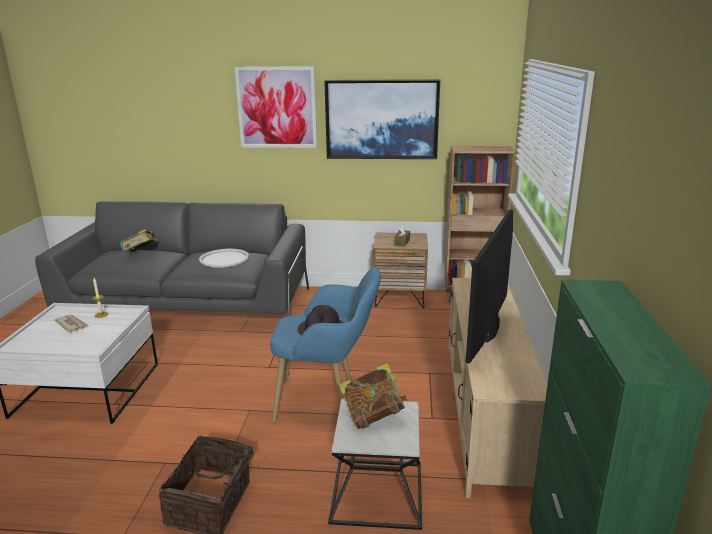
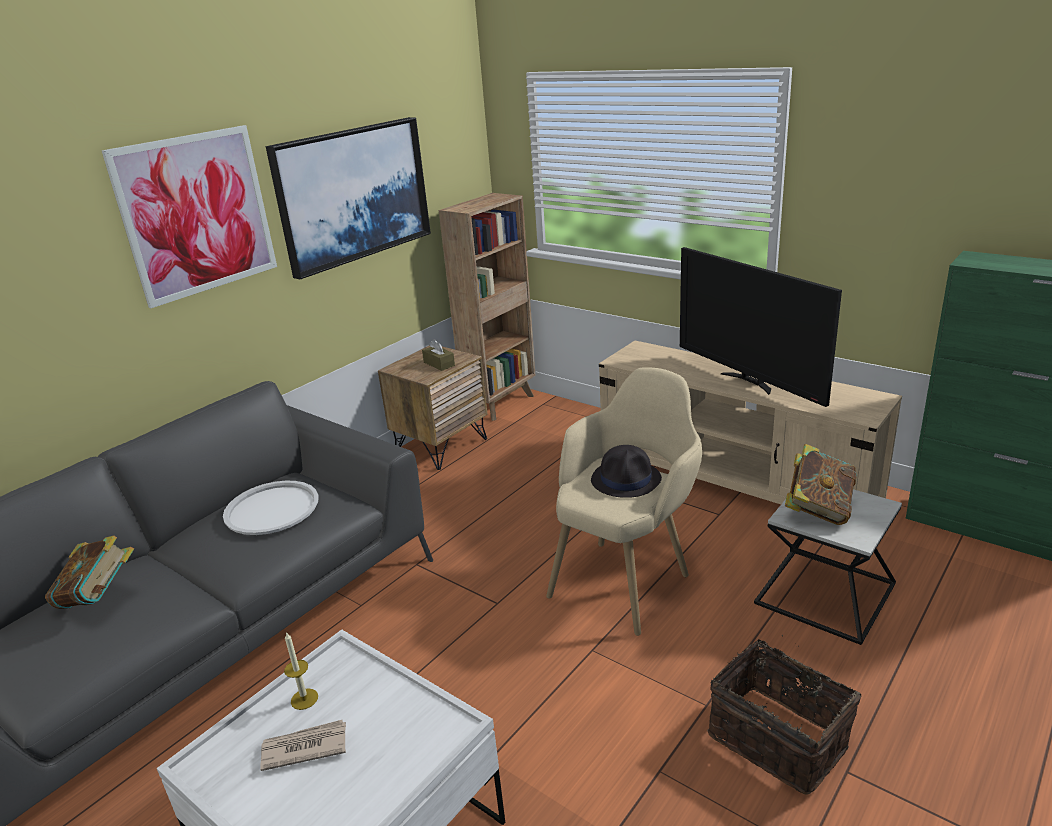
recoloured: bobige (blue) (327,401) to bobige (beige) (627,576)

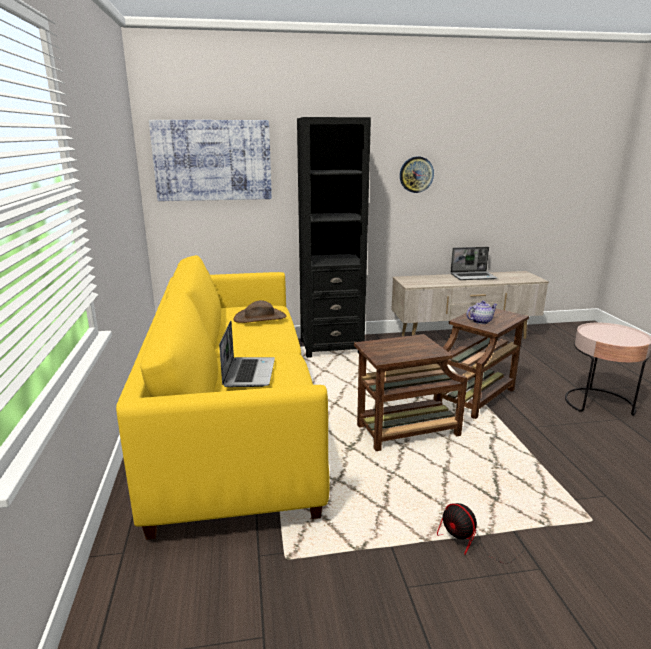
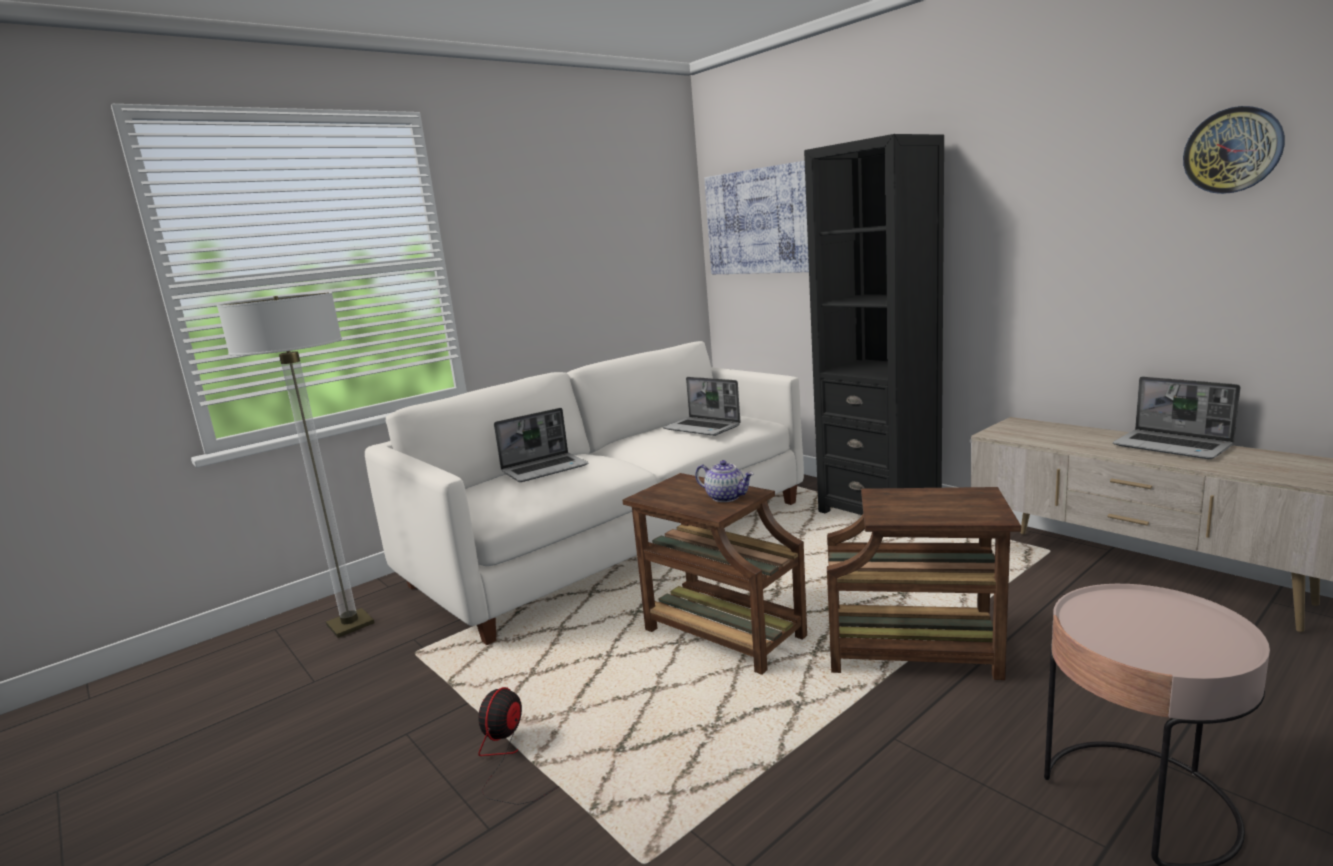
added: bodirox (350,625)
moved: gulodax (416,174) to (1232,150); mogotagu (480,321) to (726,497)
replaced: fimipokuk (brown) (260,318) to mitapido (703,428)
recoloured: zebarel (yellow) (234,423) to zebarel (white) (615,542)

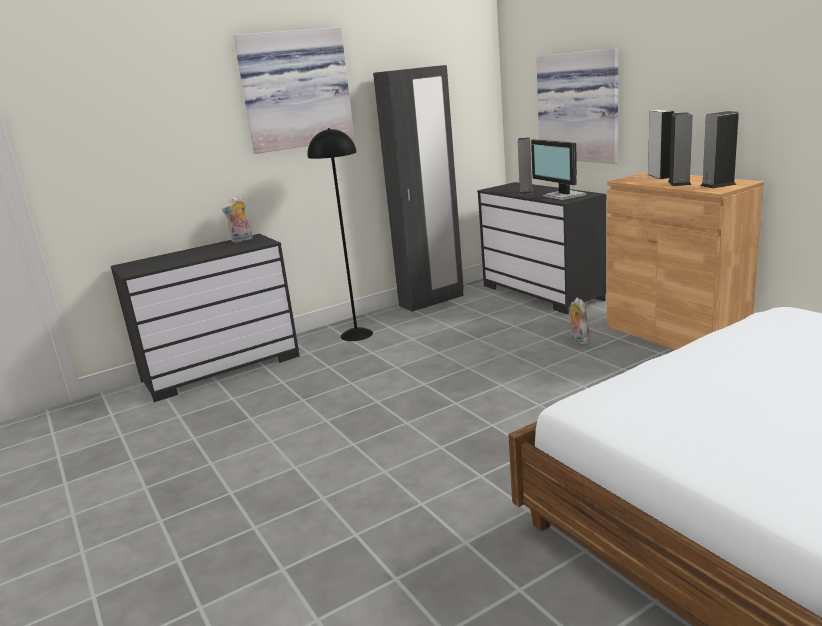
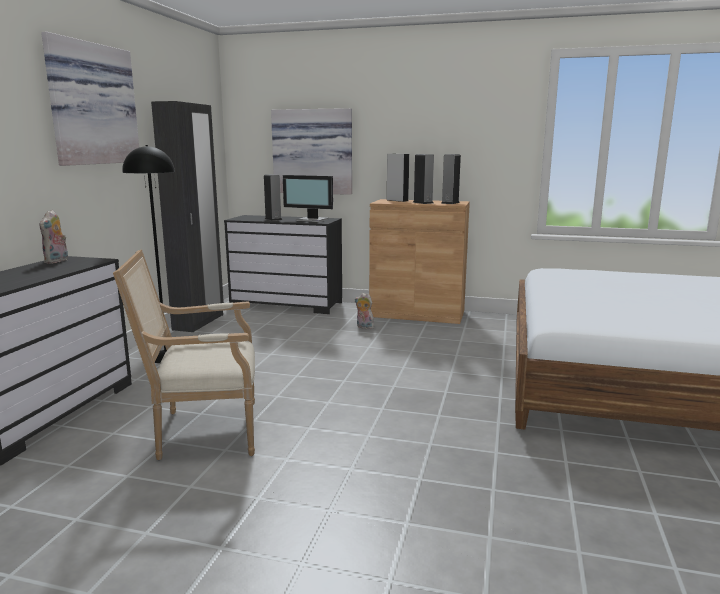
added: bobige (202,432)

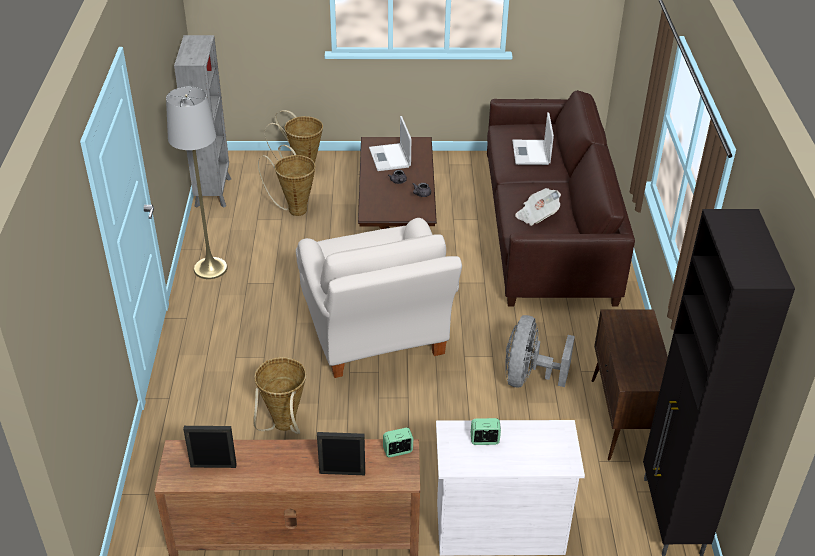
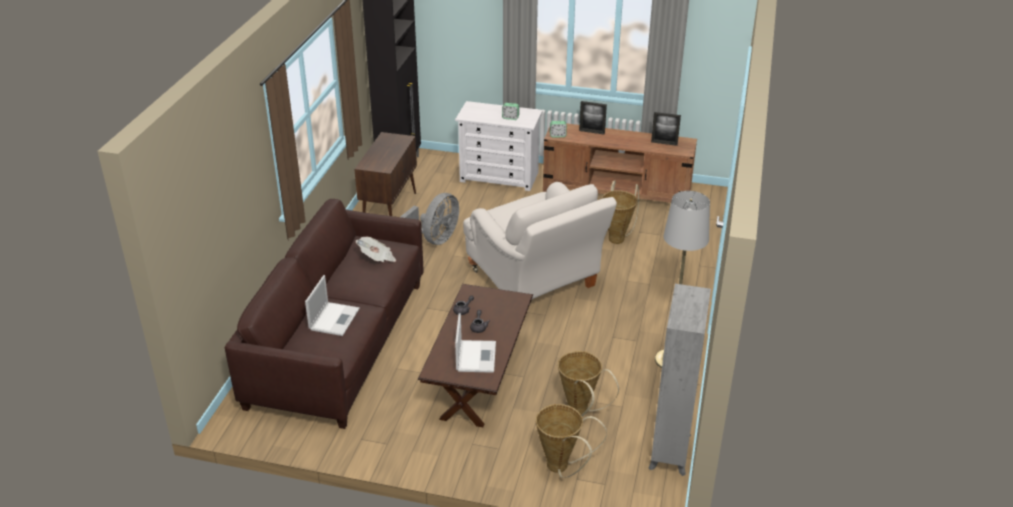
turned: bobige (white) (375,335) = (536,282) 150 degrees clockwise

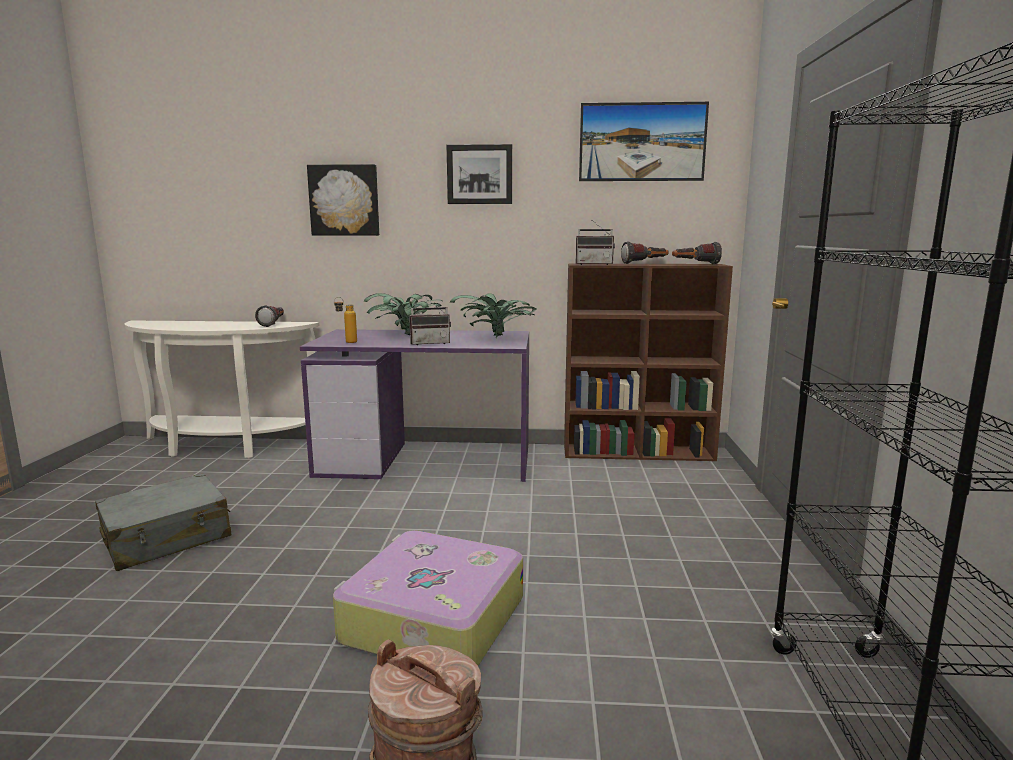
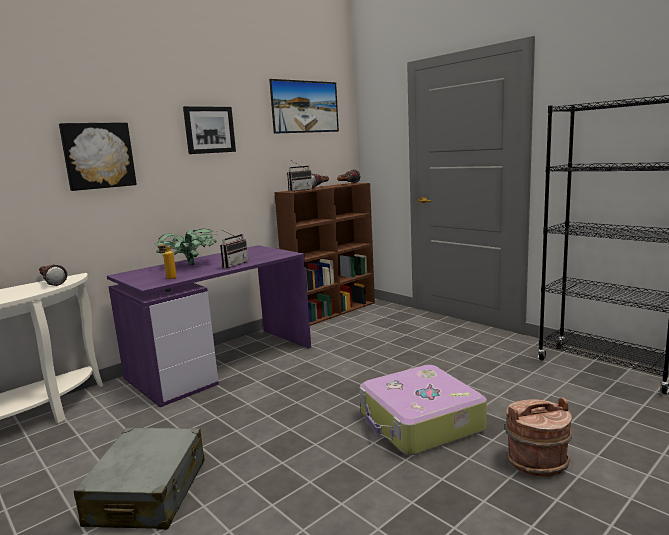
removed: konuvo (497,339)

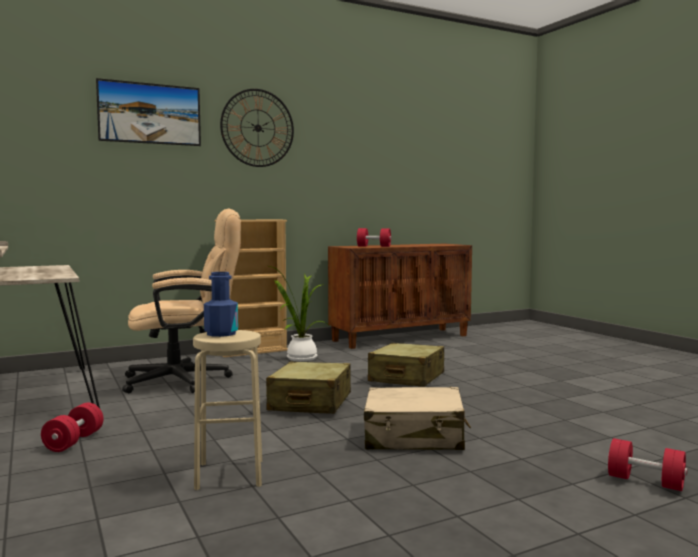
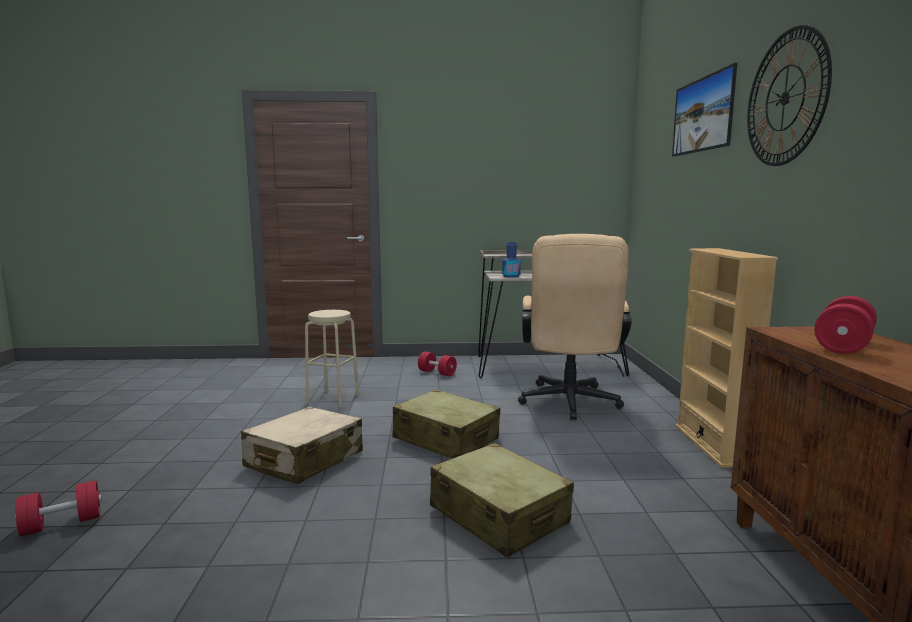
removed: konuvo (299,358)
moved: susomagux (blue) (221,333) to (511,276)

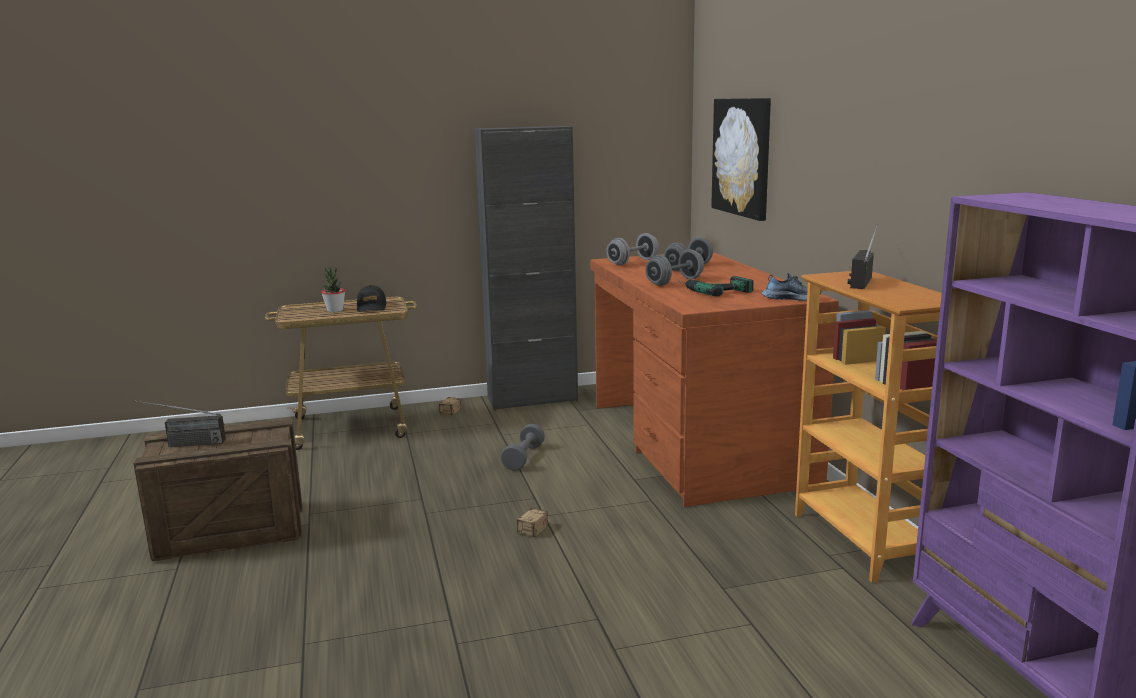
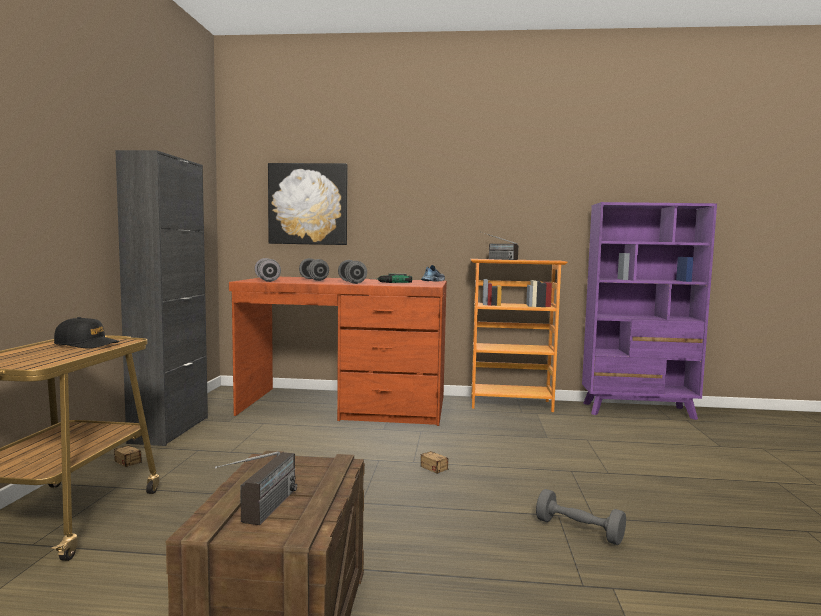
removed: konuvo (335,310)
moved: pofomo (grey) (523,458) to (579,530)

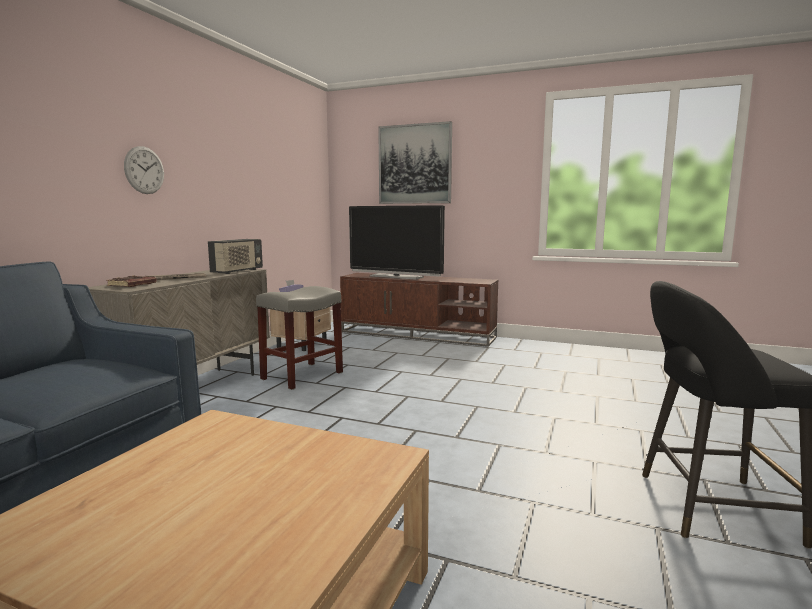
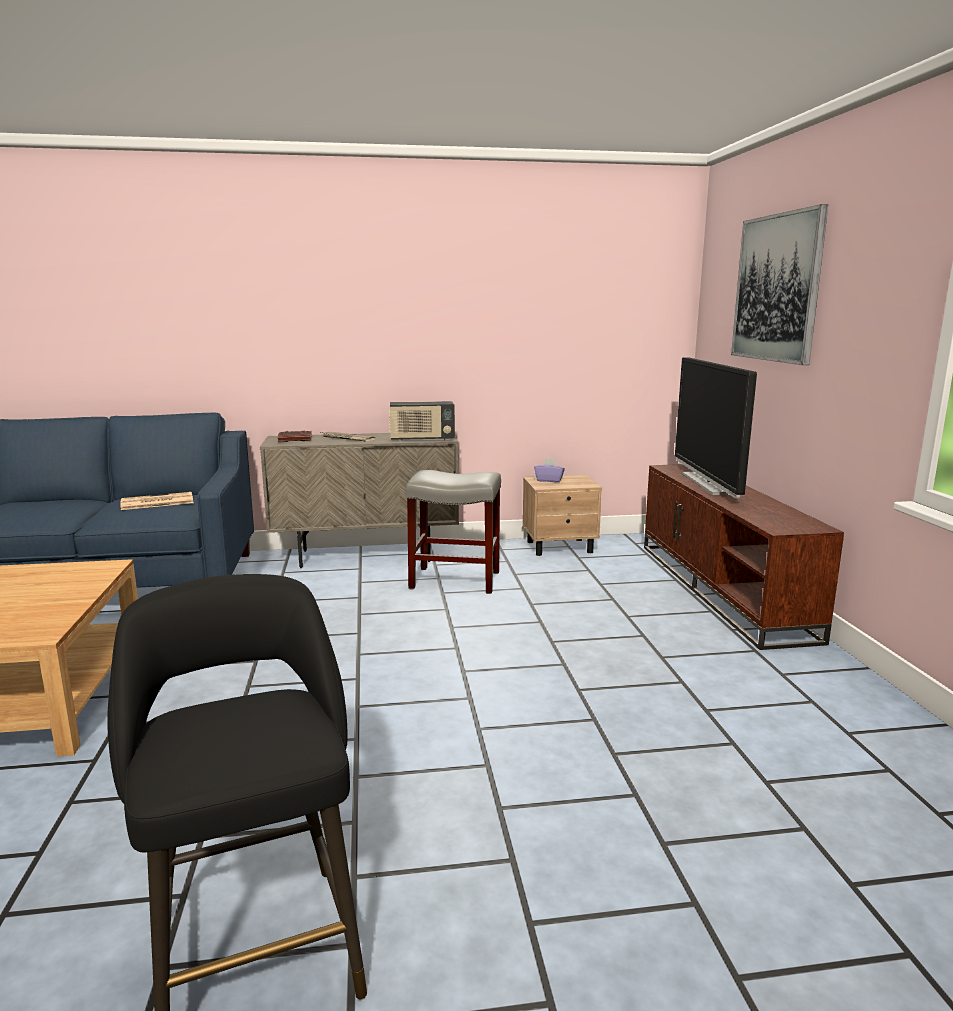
removed: gulodax (144,170)
added: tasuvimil (156,502)

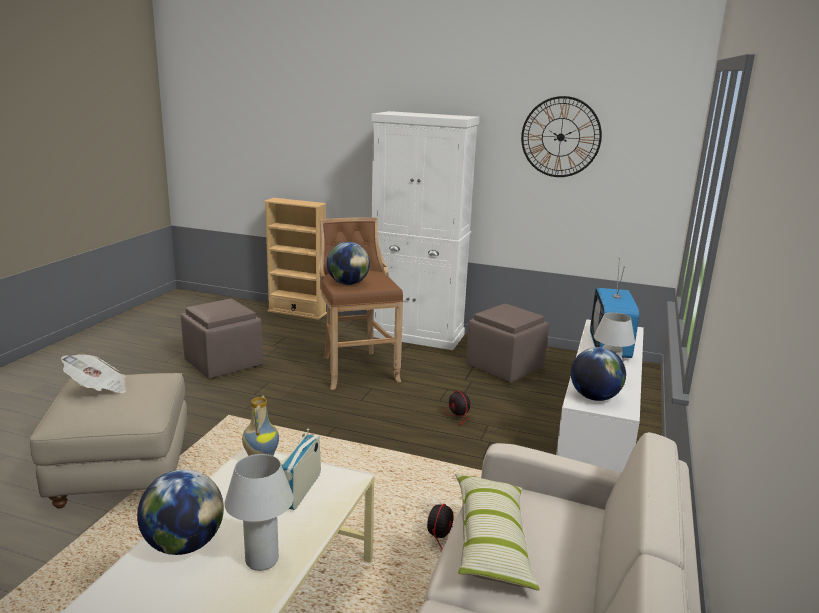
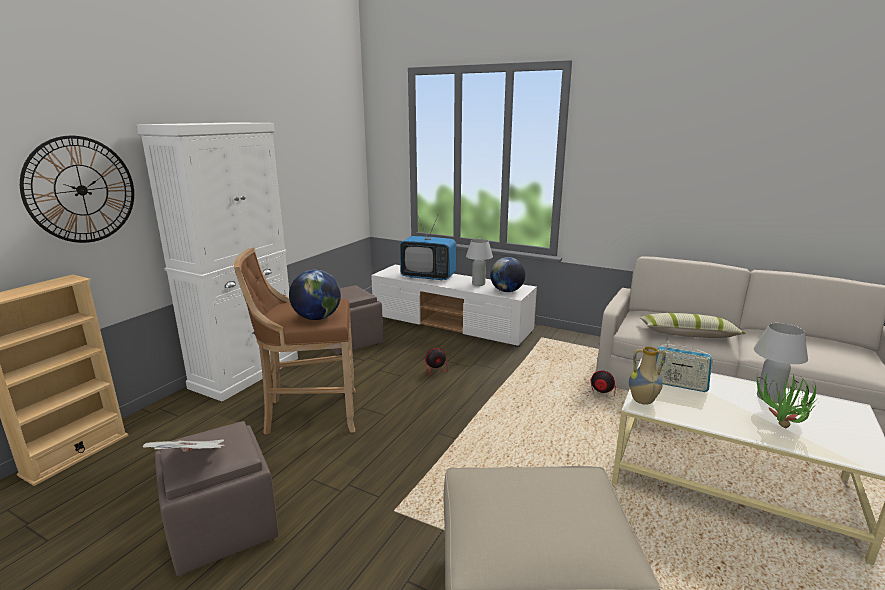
moved: gulodax (560,137) to (81,190); tasuvimil (98,388) to (192,460)
replaced: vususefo (184,545) to konuvo (780,429)

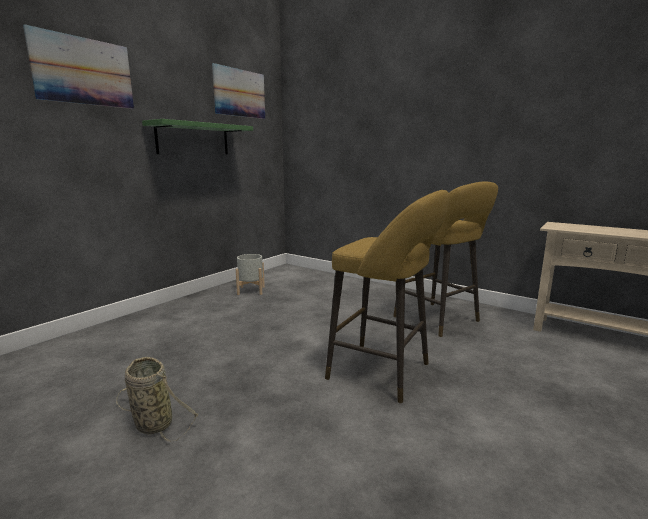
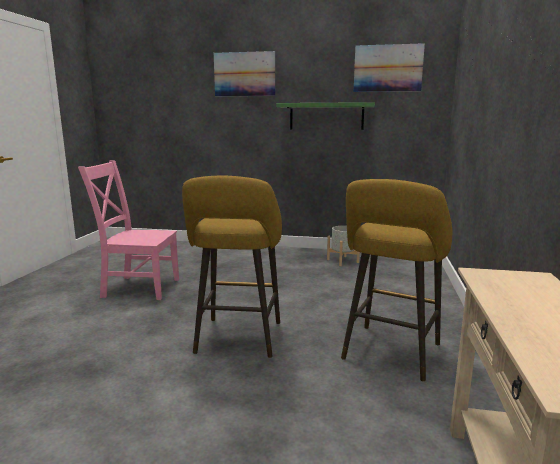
replaced: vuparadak (152,423) to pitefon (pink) (138,287)

